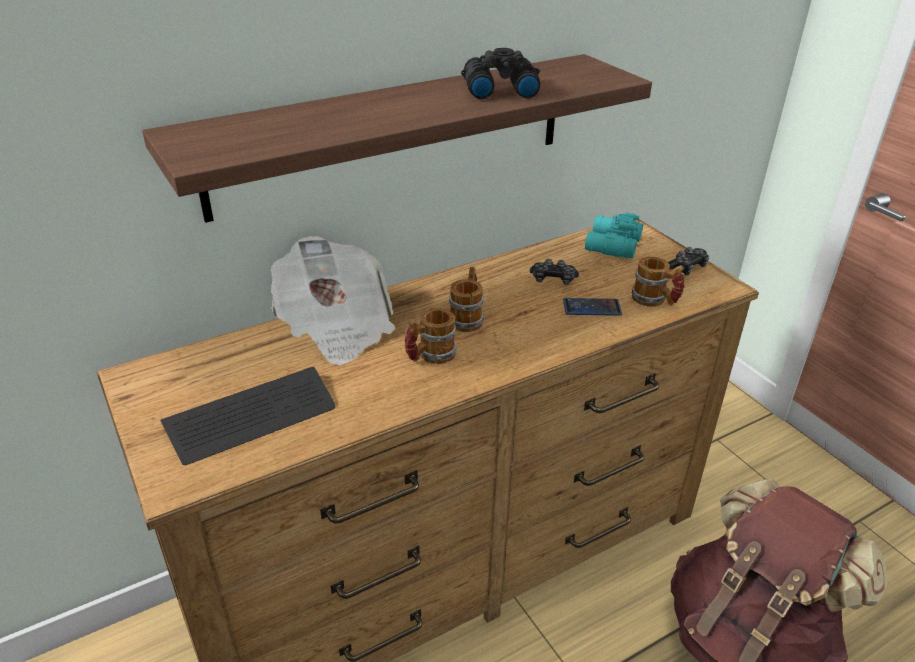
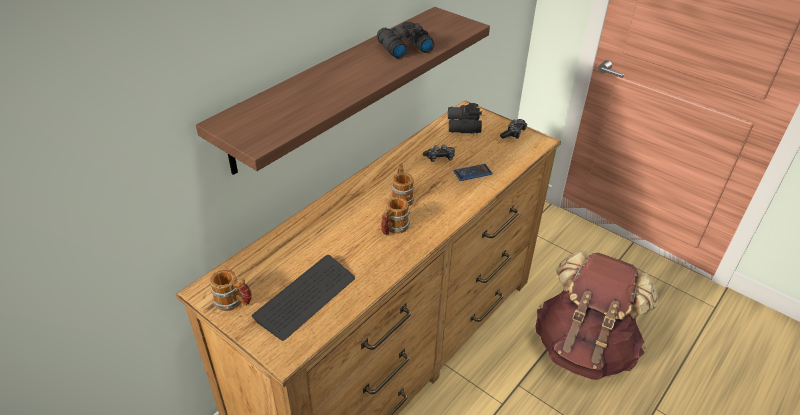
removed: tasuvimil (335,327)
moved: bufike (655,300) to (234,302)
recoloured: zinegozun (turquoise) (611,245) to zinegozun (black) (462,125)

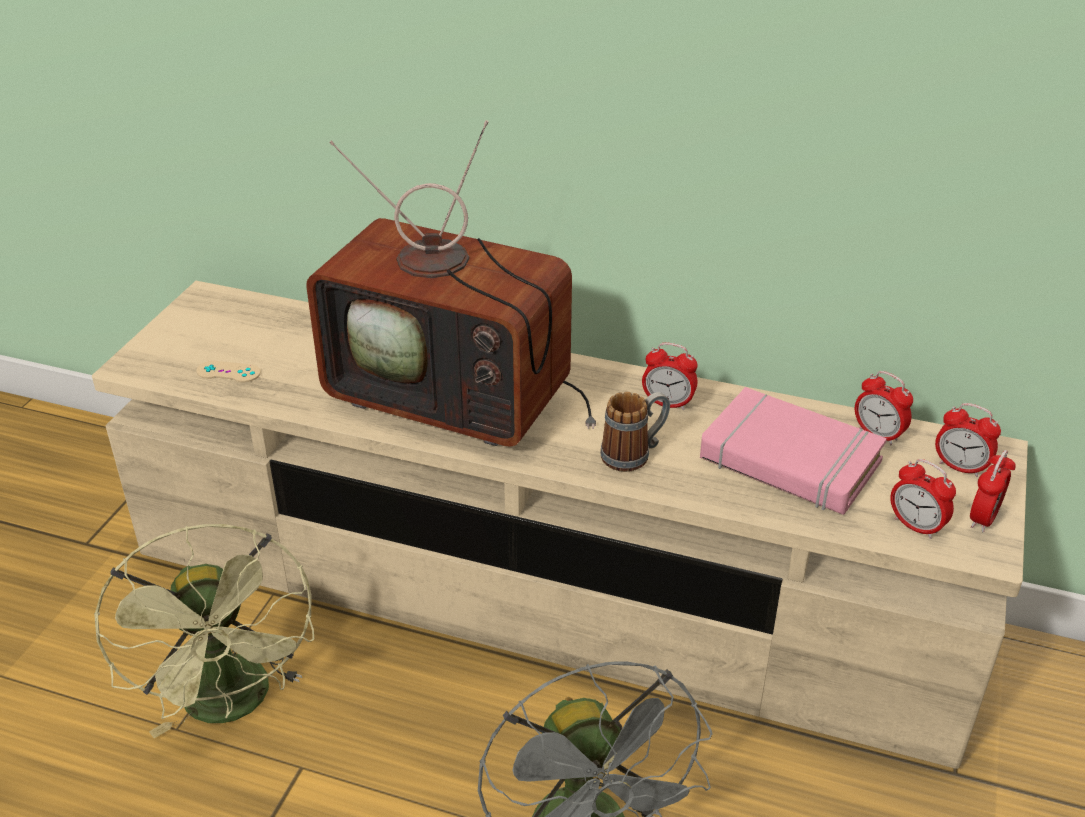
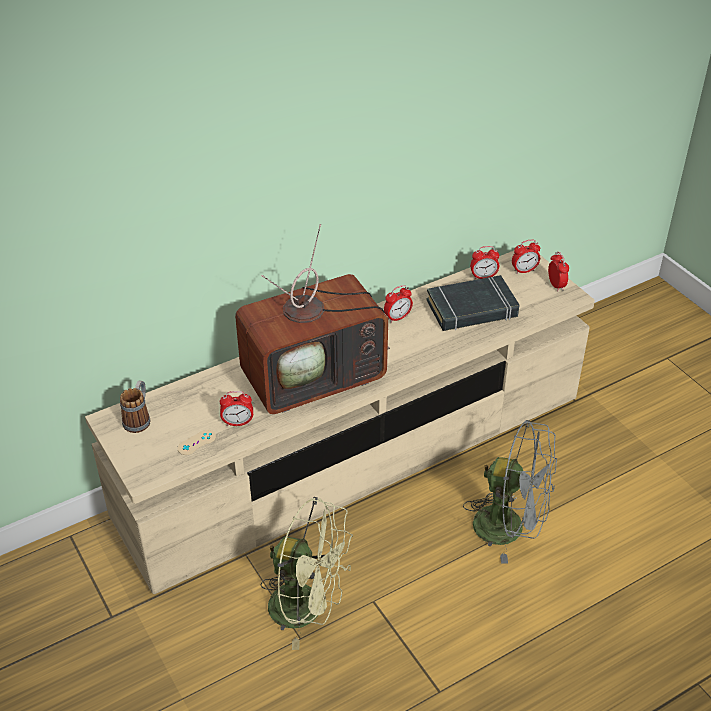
moved: bufike (634,454) to (139,419); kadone (916,526) to (238,423)
recoloured: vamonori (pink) (789,461) to vamonori (black) (472,309)

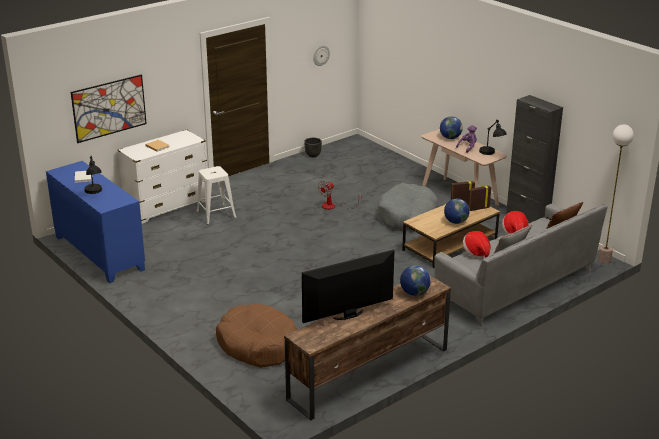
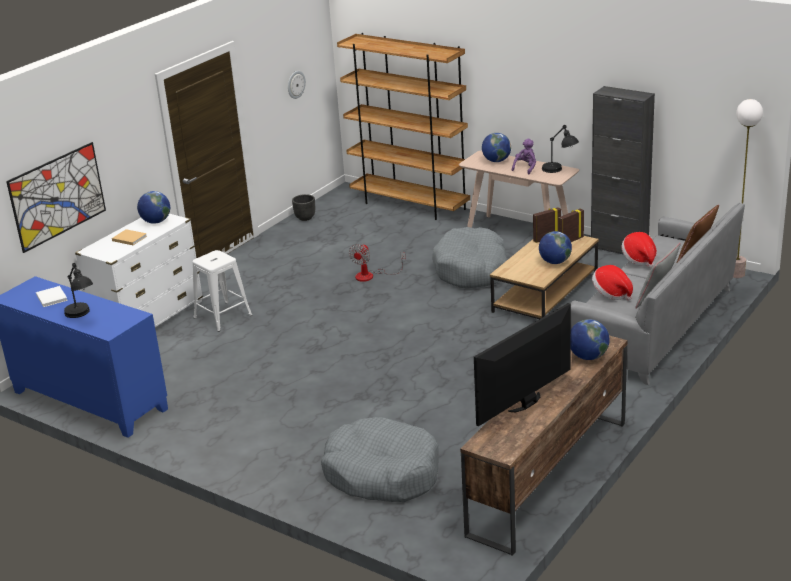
added: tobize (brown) (410,205); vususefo (156,222)
recoloured: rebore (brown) (258,345) to rebore (grey) (382,473)

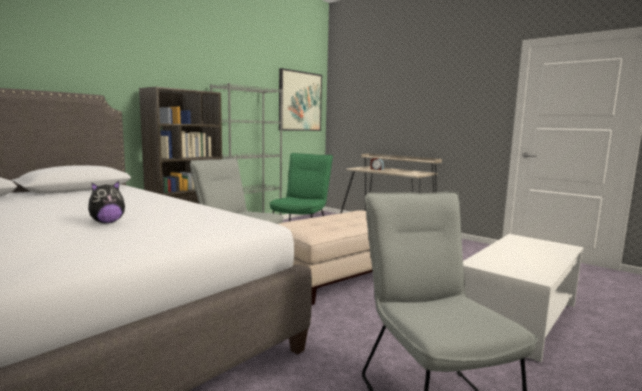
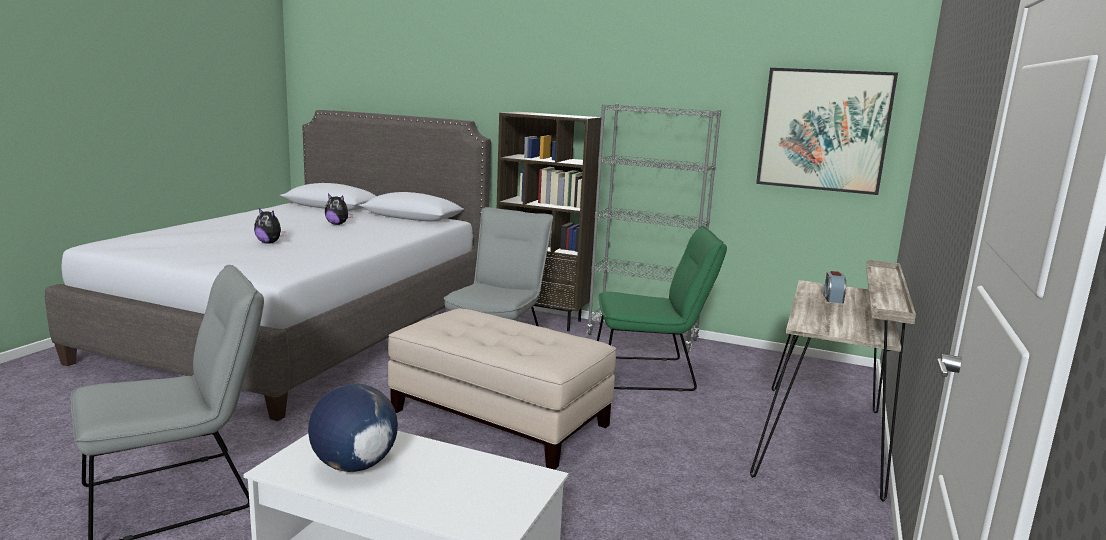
added: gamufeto (338,224); vususefo (354,465)

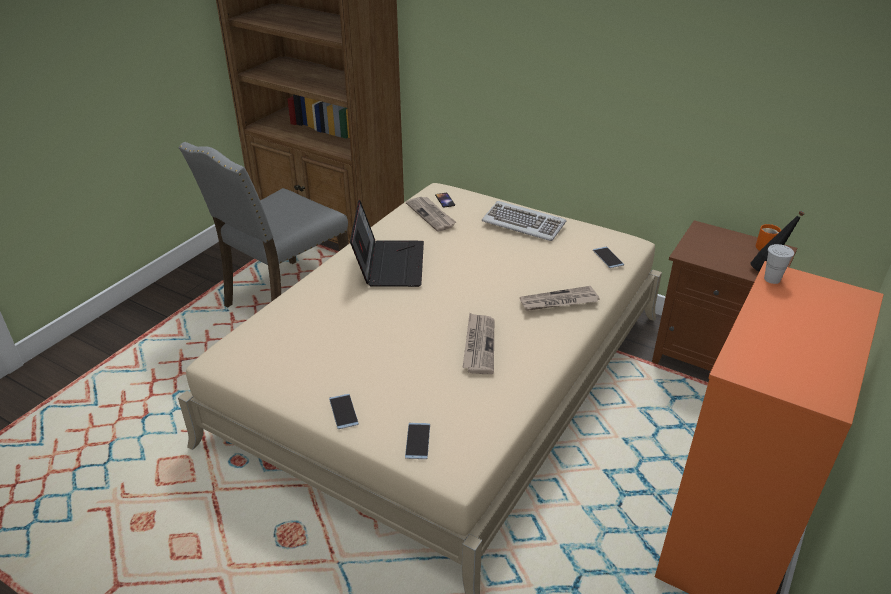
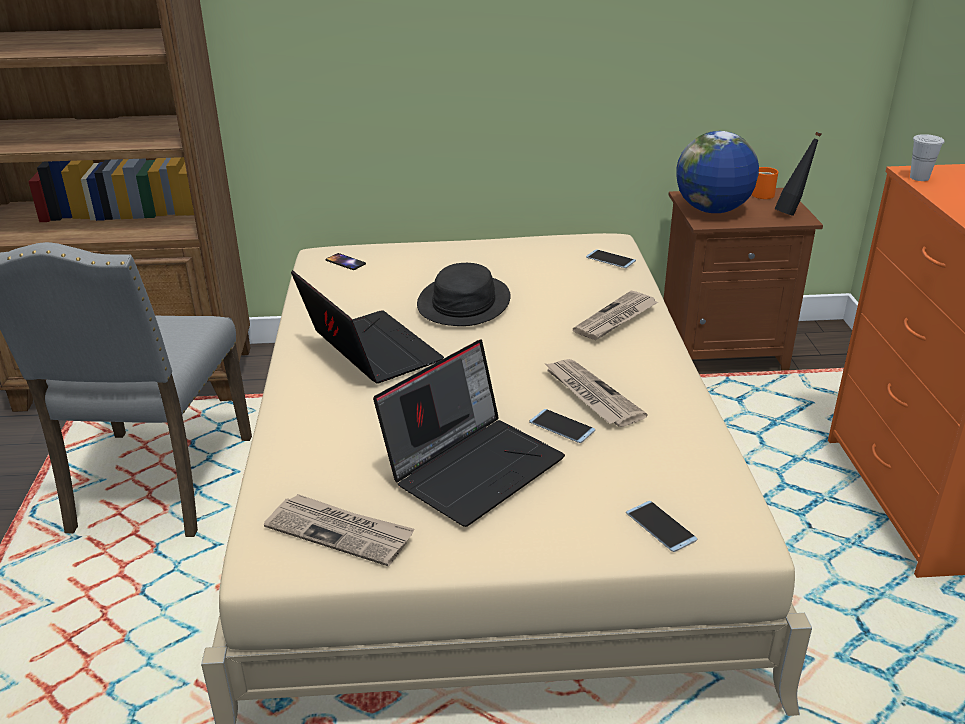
removed: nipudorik (524,223)
added: vususefo (712,210); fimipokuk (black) (463,302); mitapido (473,466)
moved: tasuvimil (431,215) to (340,532); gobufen (343,411) to (562,426)

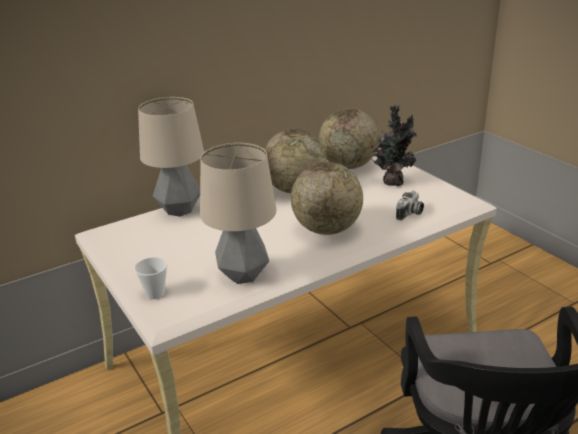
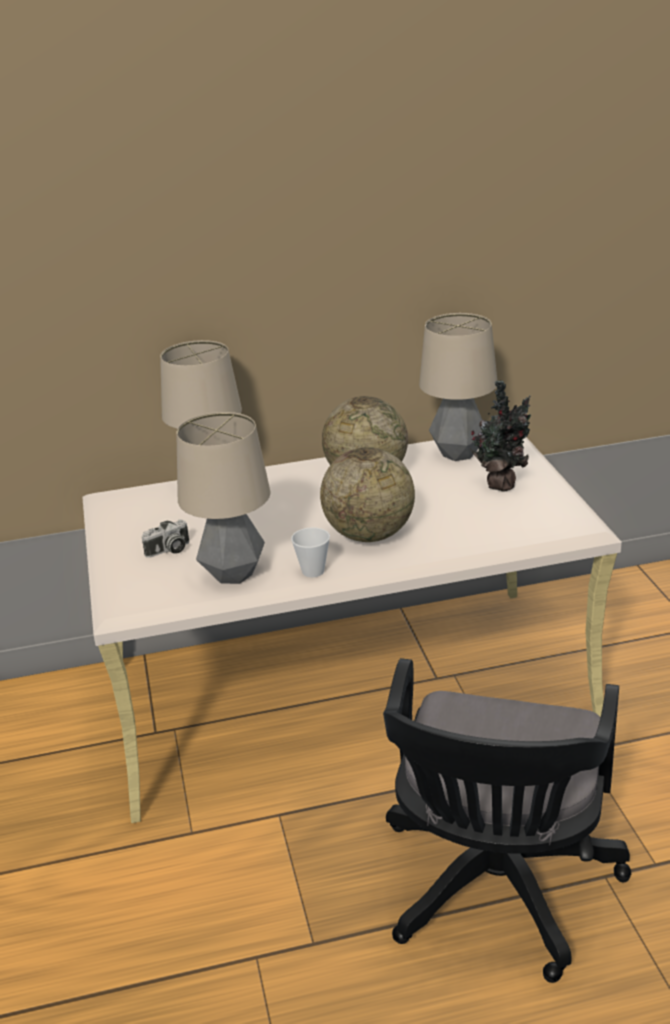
moved: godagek (410,214) to (169,550); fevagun (155,293) to (313,571)
replaced: vususefo (348,166) to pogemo (459,454)

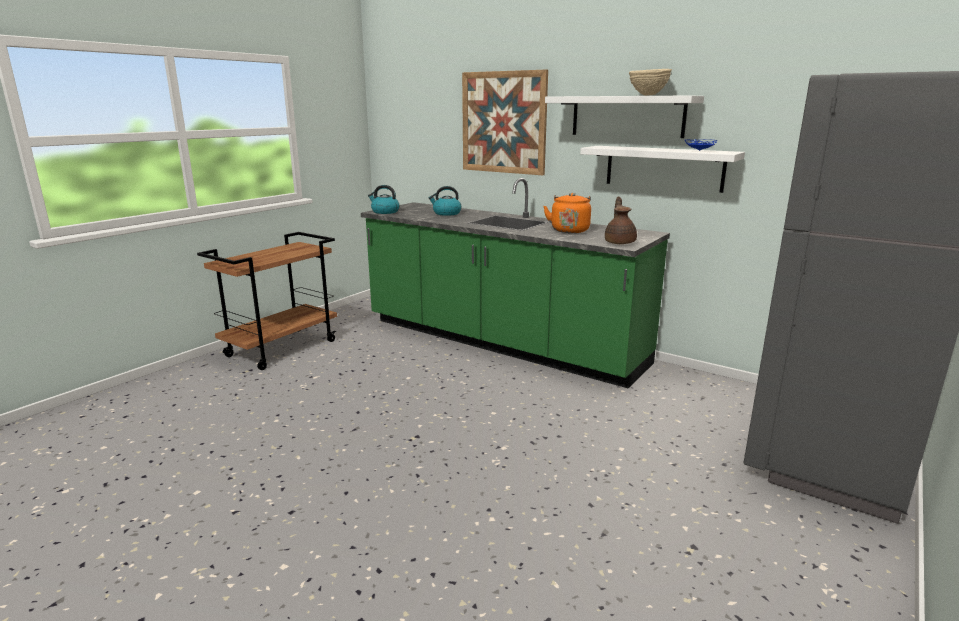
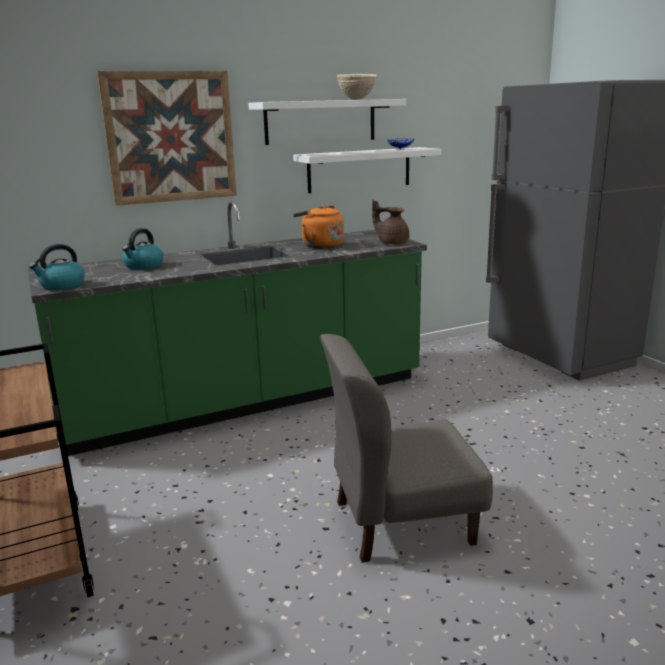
added: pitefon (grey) (401,521)

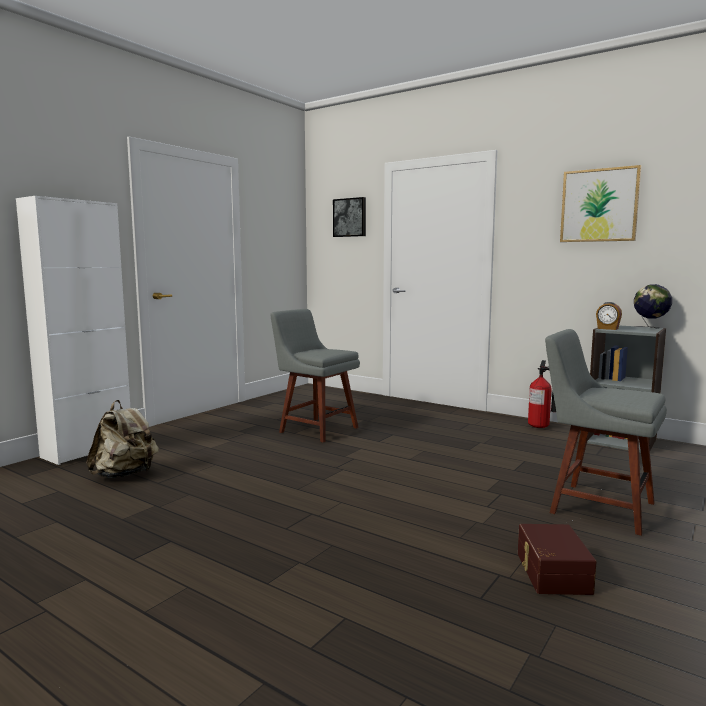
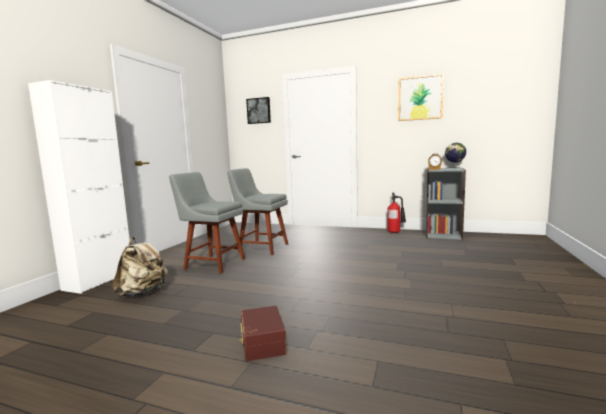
moved: pitefon (grey) (596,506) to (212,263); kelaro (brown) (551,573) to (261,343)

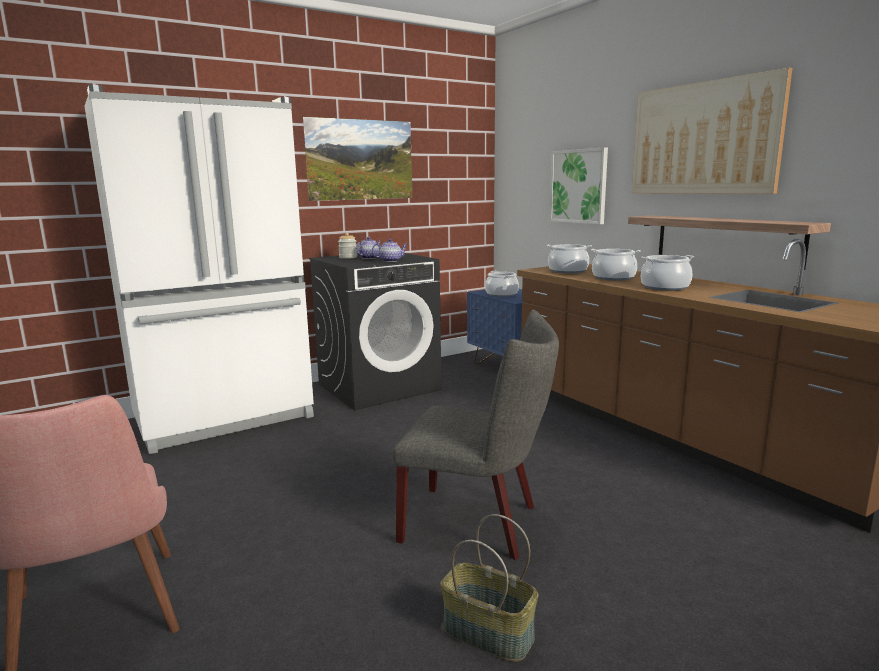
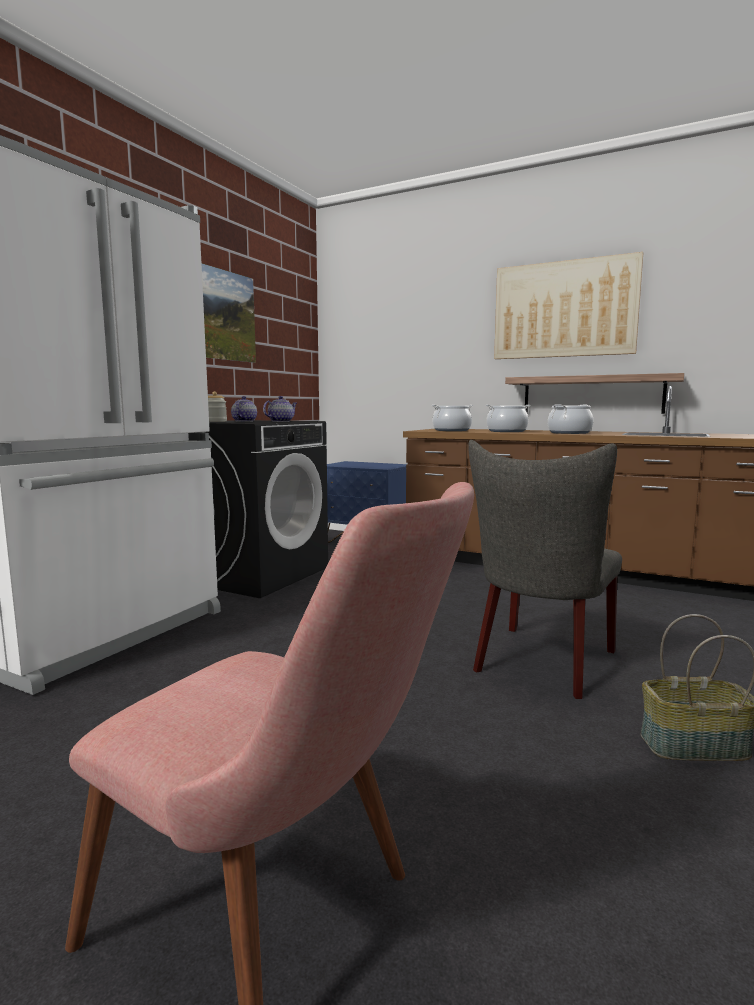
removed: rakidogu (578,186); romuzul (501,294)
turned: pitefon (grey) (478,523) = (541,664) 135 degrees clockwise

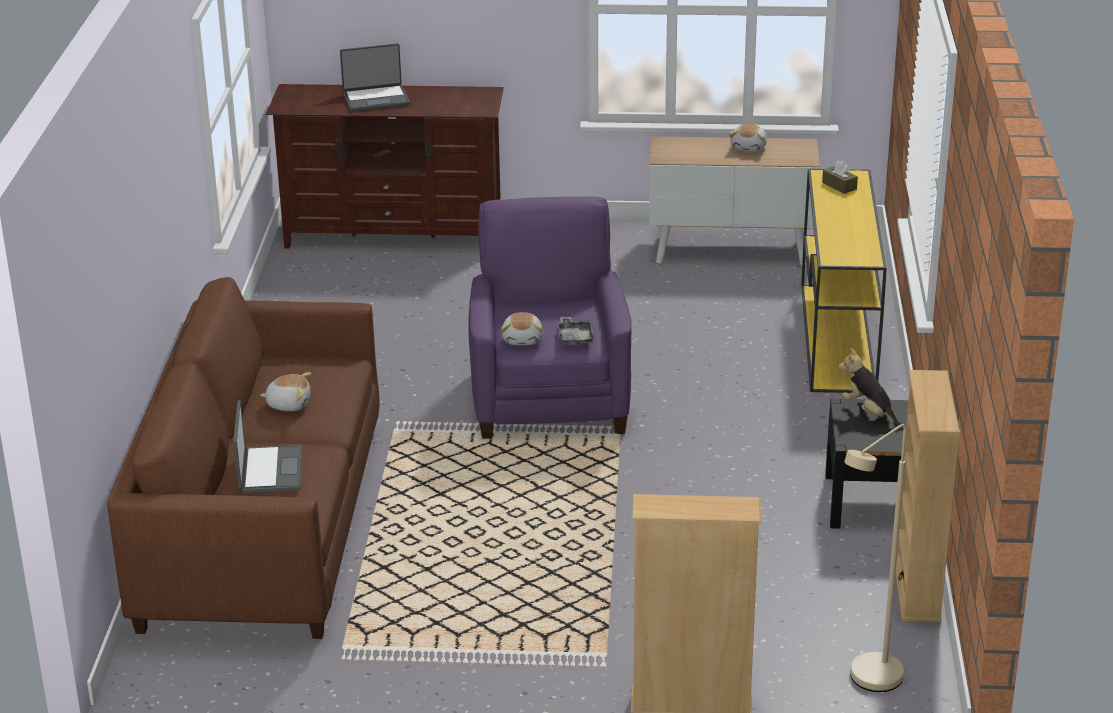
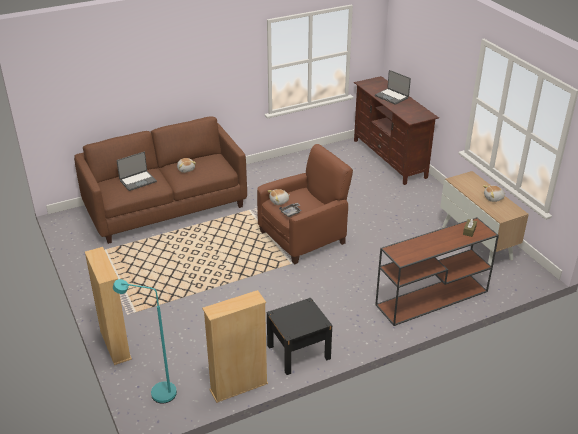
removed: gamufeto (869,412)
recoloured: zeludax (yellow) (838,338) to zeludax (brown) (431,298); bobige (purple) (549,399) to bobige (brown) (303,237); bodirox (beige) (867,682) to bodirox (turquoise) (157,392)

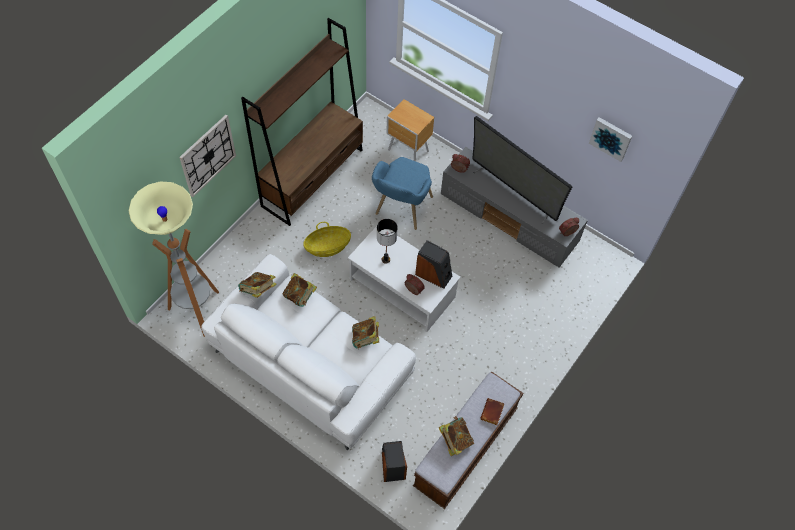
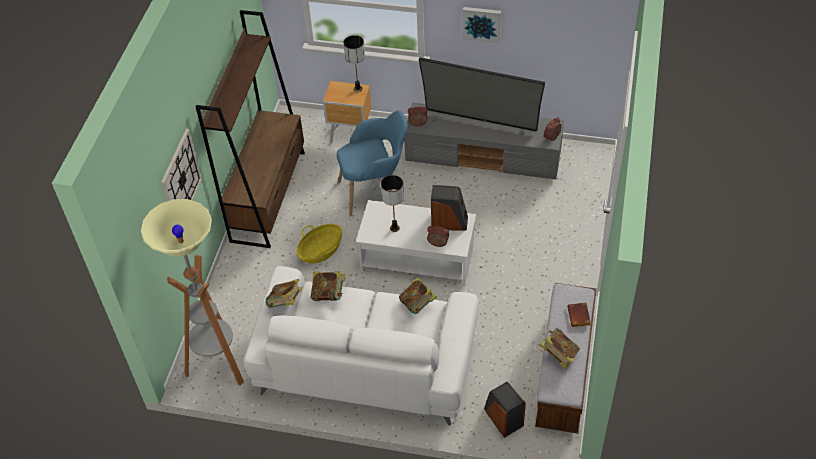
added: pogemo (358,89)
moved: rakidogu (611,138) to (482,23)
turned: bobige (blue) (401,211) = (375,191) 105 degrees counterclockwise

